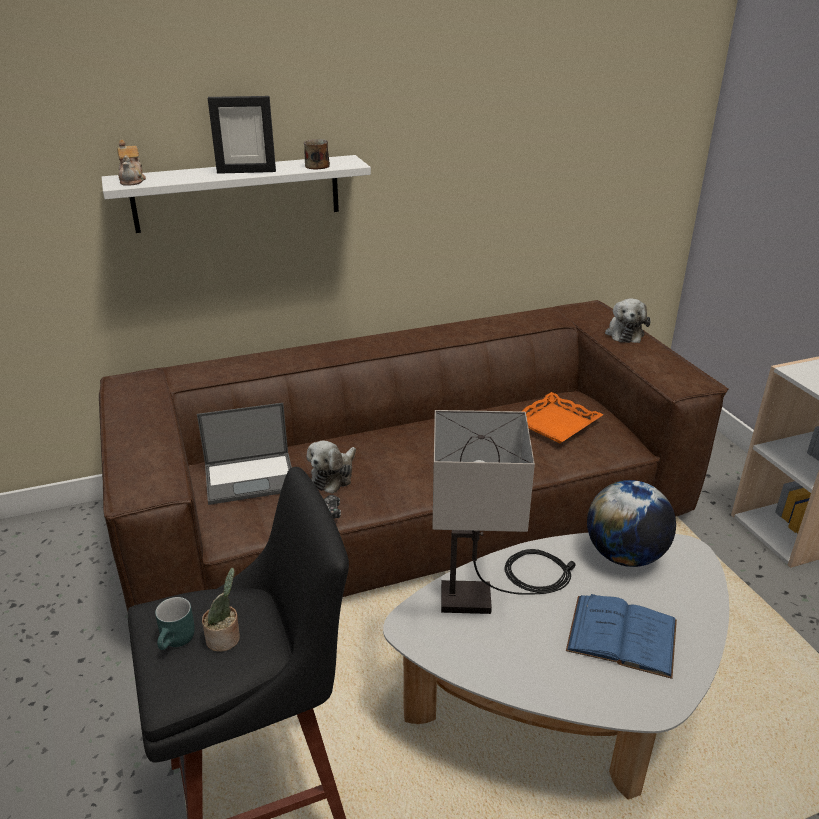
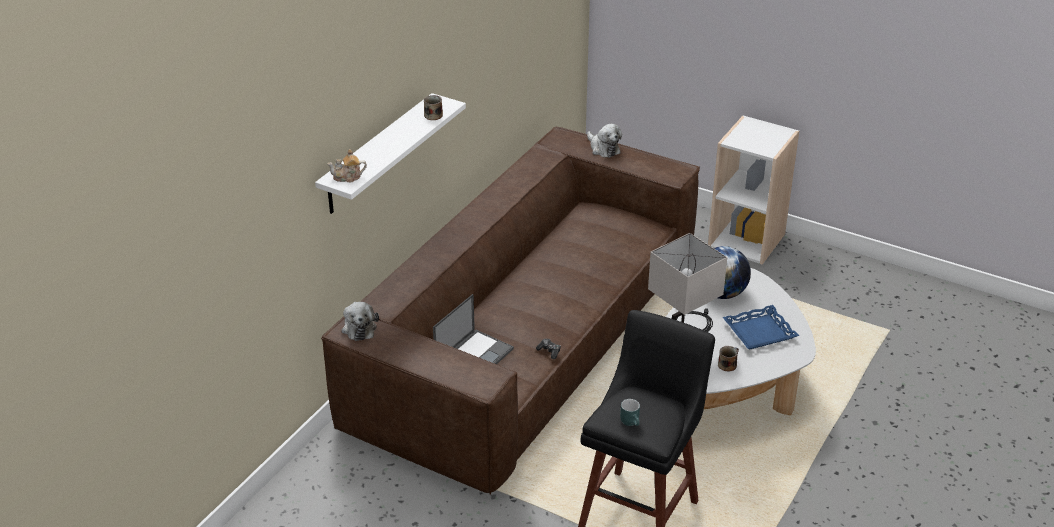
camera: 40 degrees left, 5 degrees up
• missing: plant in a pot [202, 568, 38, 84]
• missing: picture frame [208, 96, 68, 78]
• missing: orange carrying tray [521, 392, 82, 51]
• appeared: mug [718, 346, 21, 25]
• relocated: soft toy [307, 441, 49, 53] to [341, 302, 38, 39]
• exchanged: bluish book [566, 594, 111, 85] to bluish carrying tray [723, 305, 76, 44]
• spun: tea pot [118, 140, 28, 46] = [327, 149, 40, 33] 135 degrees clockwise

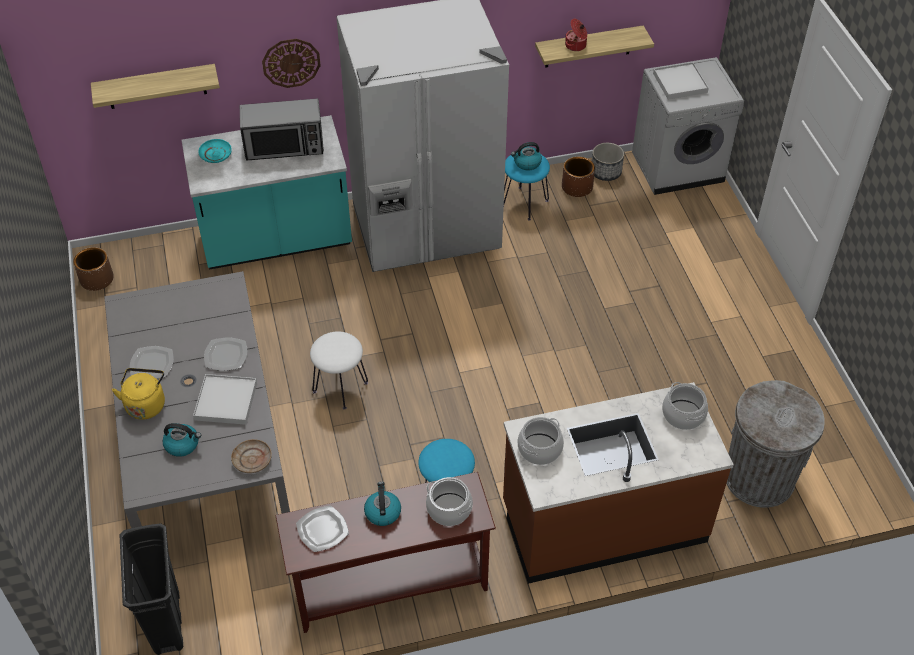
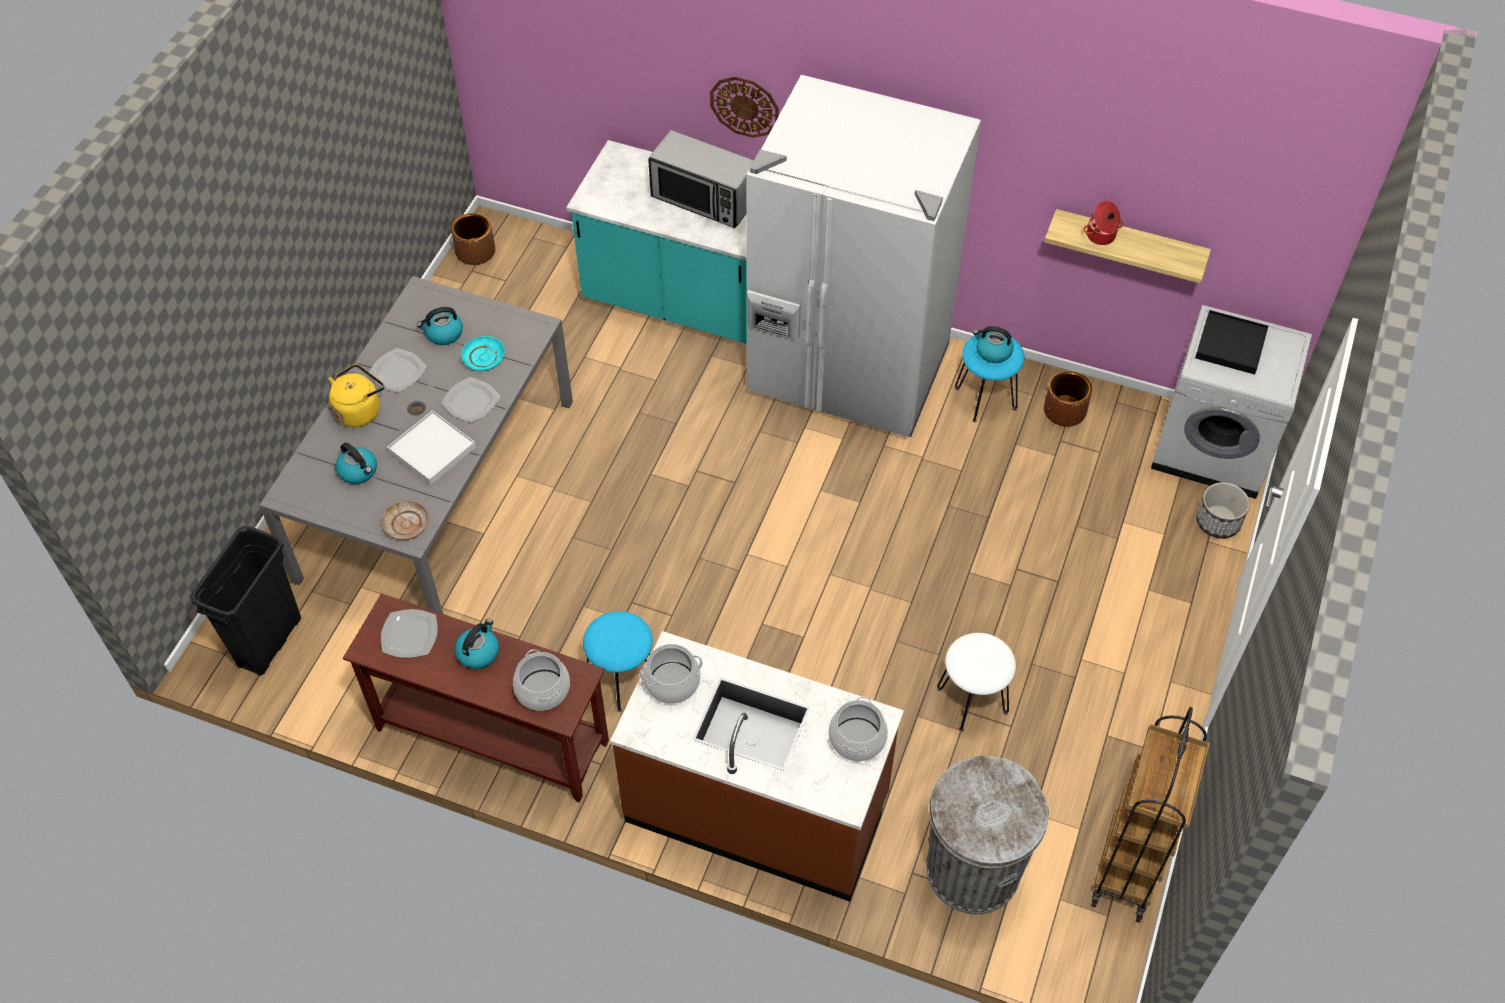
camera: 35 degrees right, 5 degrees up
• missing: wall shelf [91, 64, 129, 45]
• appeared: kettle [417, 307, 46, 38]
• appeared: brown trolley [1091, 707, 119, 216]
• relocated: blue-green dinner plate [198, 139, 34, 24] to [461, 336, 44, 35]
• relocated: white-coloured stool [310, 332, 58, 78] to [937, 633, 79, 99]
• relocated: planter [592, 143, 32, 38] to [1196, 482, 54, 57]
• colour: white-coloured carrying tray [653, 62, 56, 38] to black carrying tray [1195, 310, 73, 65]

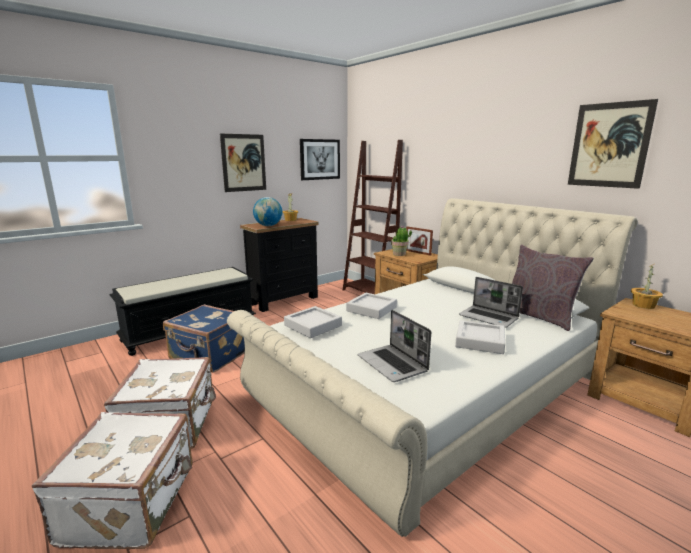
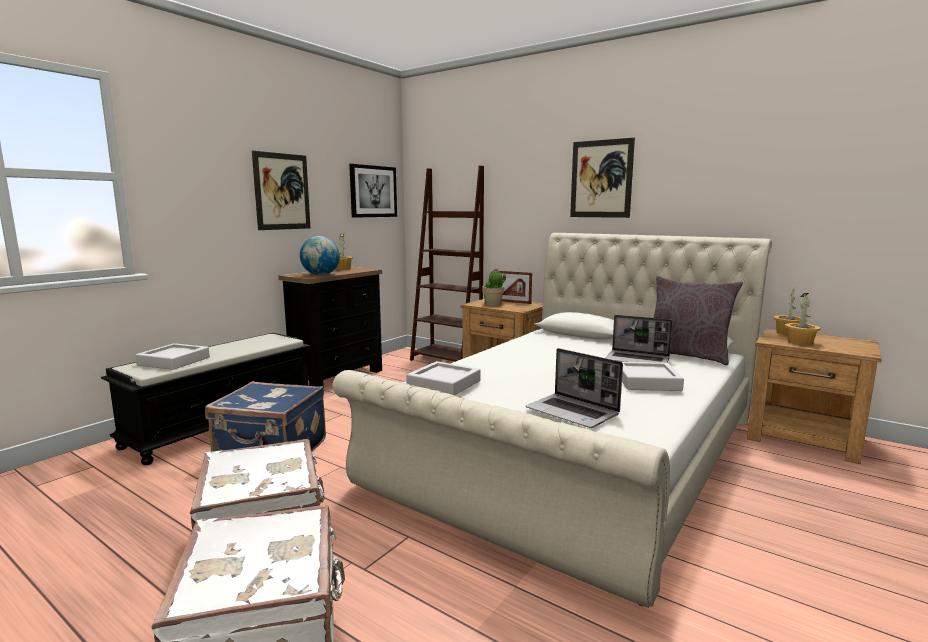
camera: 15 degrees left, 5 degrees down
• appeared: plant in a pot [785, 293, 36, 52]
• relocated: grey carrying tray [346, 293, 51, 26] to [136, 343, 74, 27]
• relocated: wall picture [568, 99, 90, 90] to [570, 138, 65, 80]

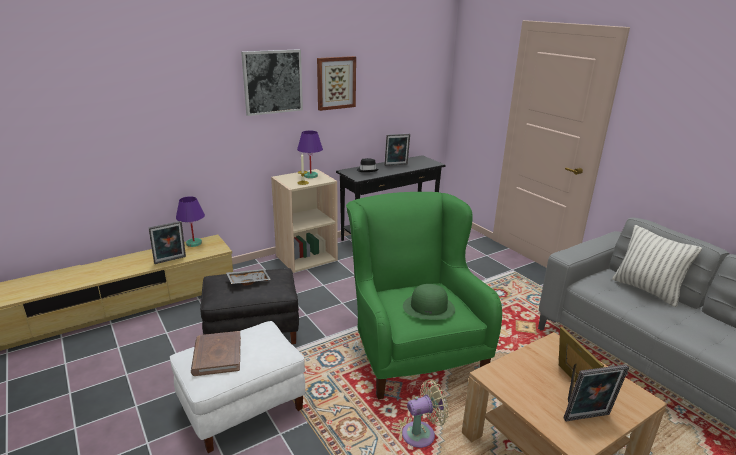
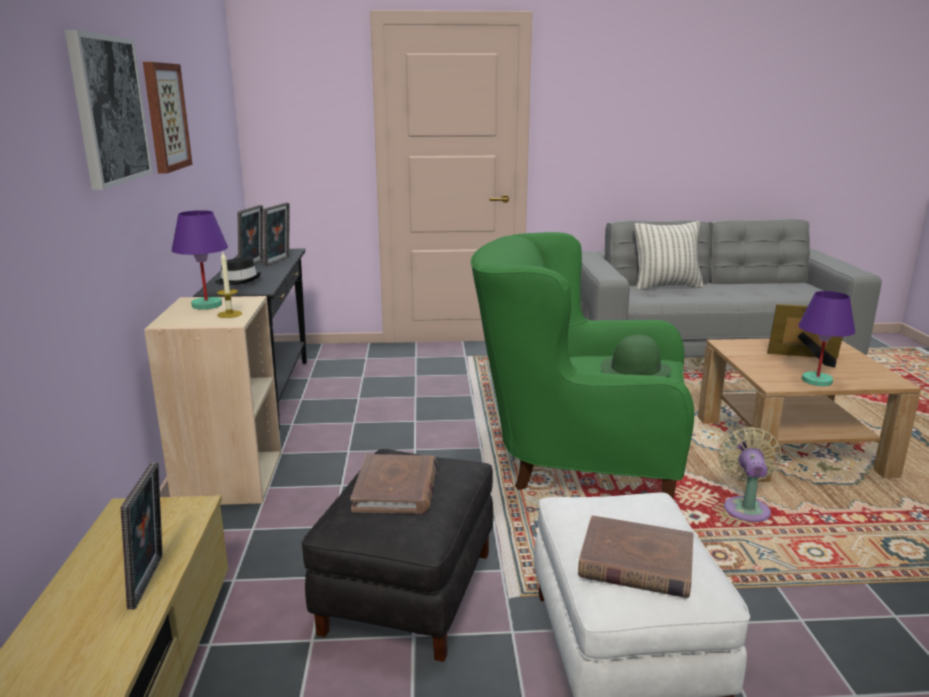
camera: 60 degrees left, 5 degrees down
• relocated: purplish lamp for a table [176, 196, 29, 51] to [798, 291, 57, 95]
• relocated: picture frame [564, 365, 65, 56] to [263, 203, 27, 63]
• exchanged: grey carrying tray [226, 269, 45, 16] to brown book [350, 454, 87, 60]

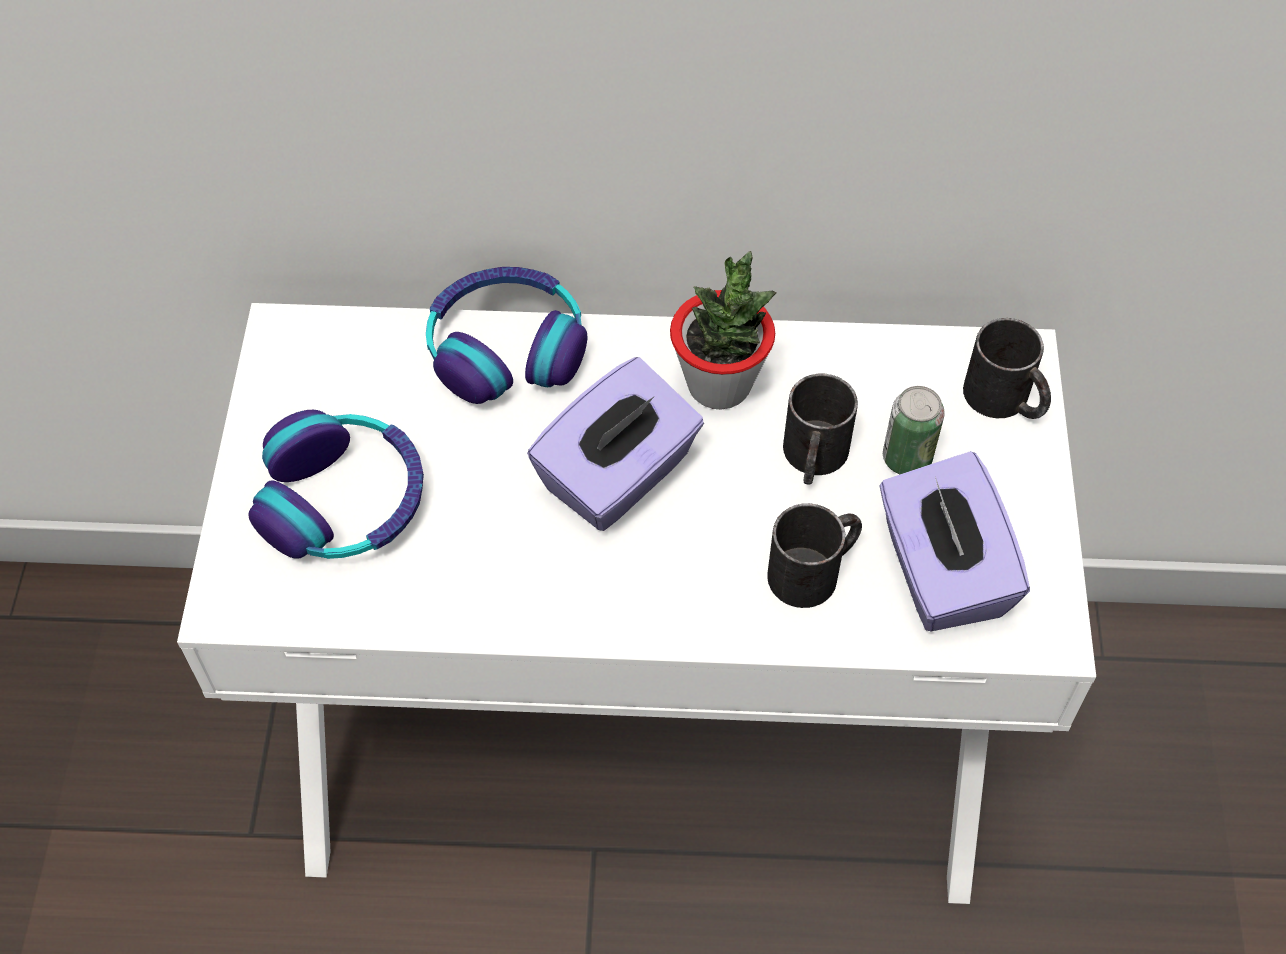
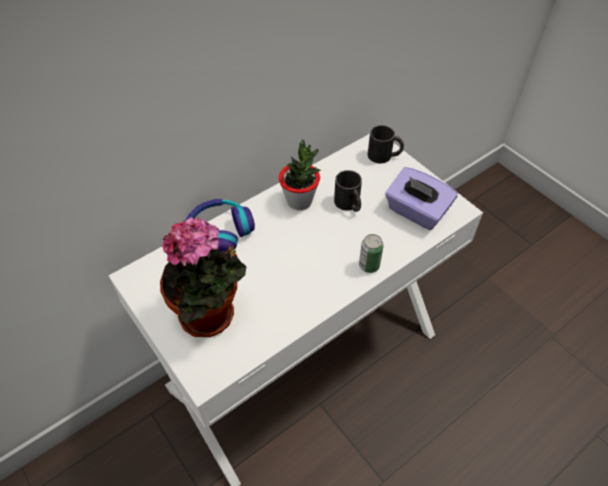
camera: 40 degrees left, 5 degrees down
• missing: purplish tissue box [527, 357, 177, 174]
• missing: black mug [767, 503, 95, 105]
• relocated: sealed can [883, 386, 62, 88] to [359, 234, 25, 39]
• exchanged: headset [248, 410, 176, 149] to plant in a pot [160, 217, 86, 120]

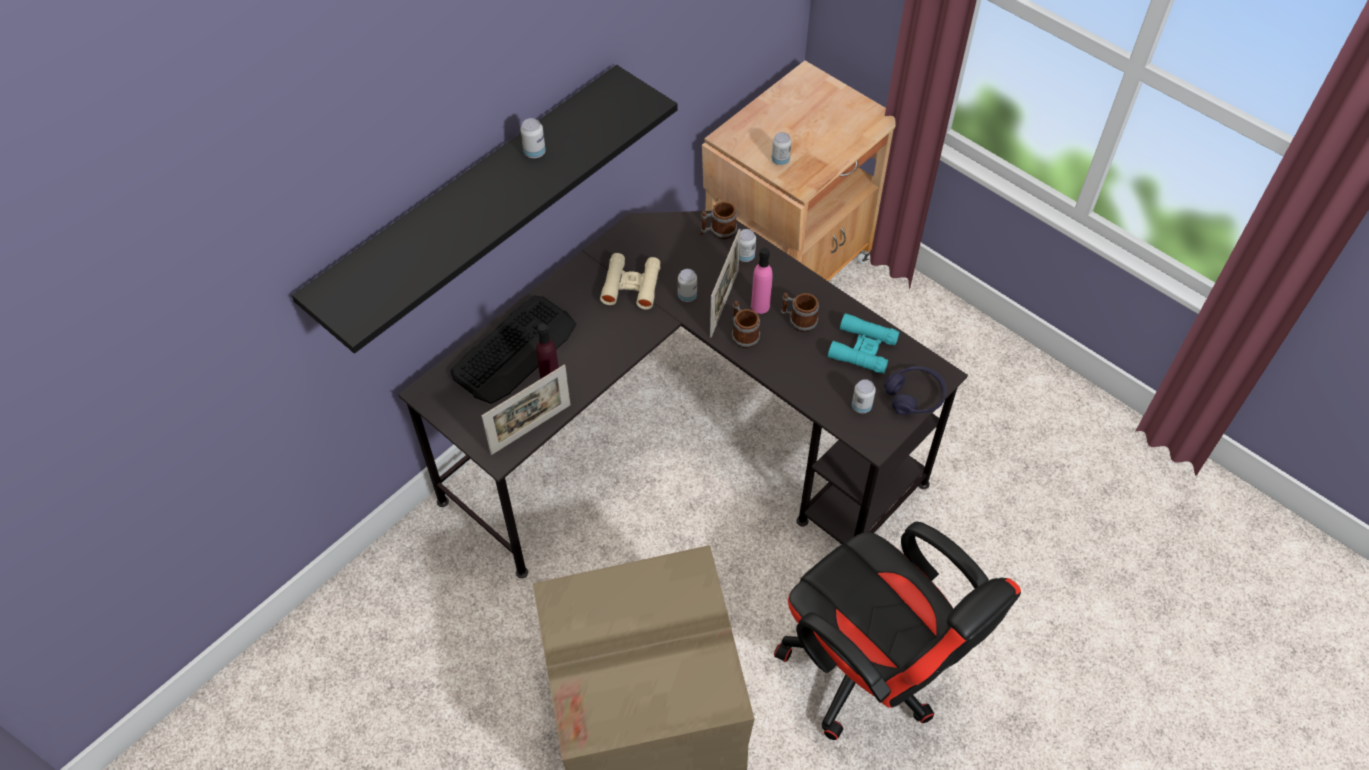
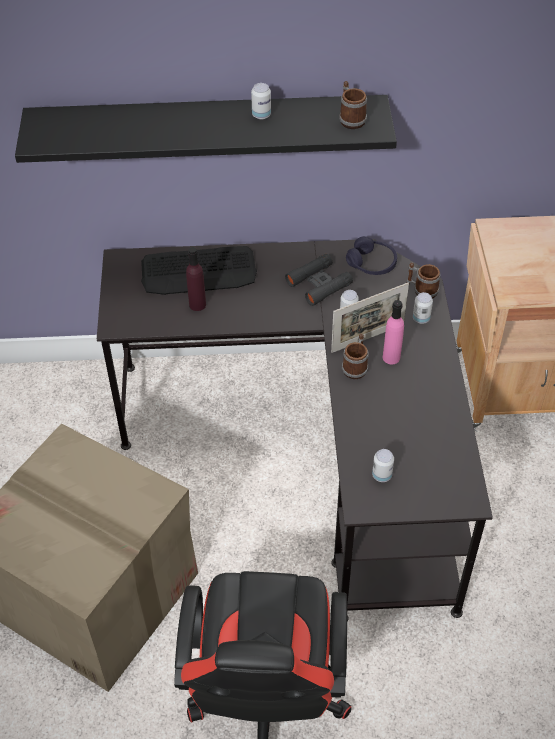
camera: 45 degrees right, 5 degrees down
• missing: picture frame [482, 365, 89, 90]
• missing: sealed can [772, 132, 19, 33]
• missing: blue-green binoculars [828, 313, 72, 61]
• relocated: mug [780, 293, 39, 39] to [339, 81, 28, 48]
• relocated: purplish headset [884, 366, 63, 49] to [346, 236, 51, 39]
• colour: beige binoculars [600, 253, 61, 57] to black binoculars [285, 254, 68, 52]

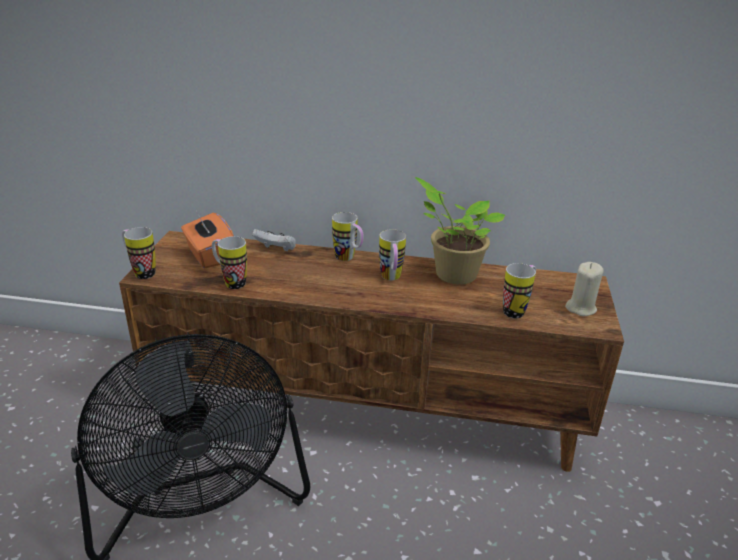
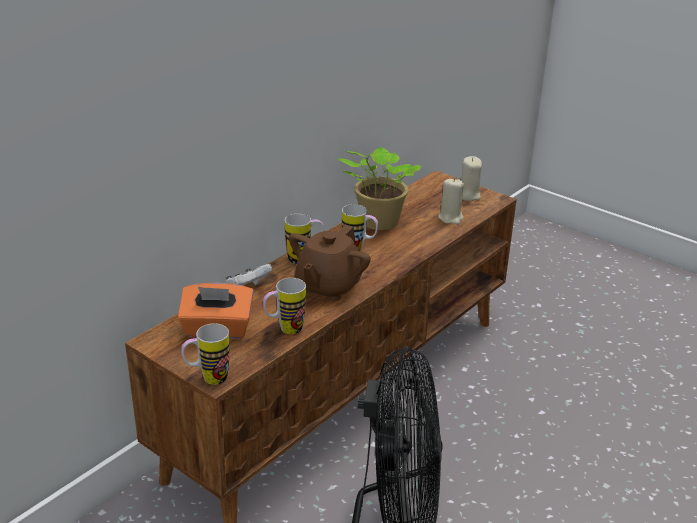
camera: 60 degrees left, 0 degrees up
• appeared: brown tea pot [289, 225, 82, 76]
• exchanged: mug [503, 263, 33, 55] to beige wax light [438, 178, 26, 46]

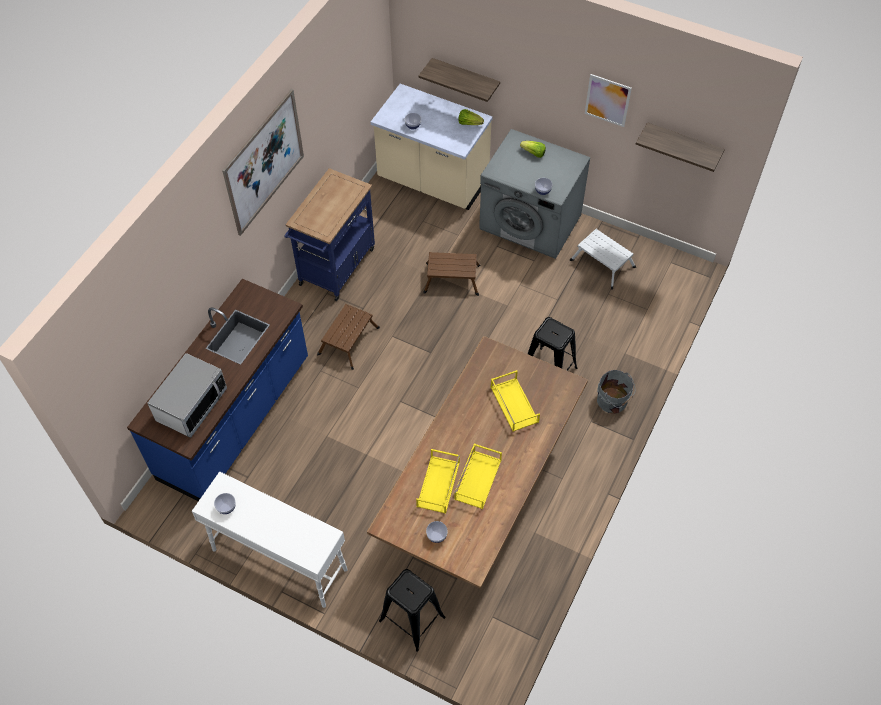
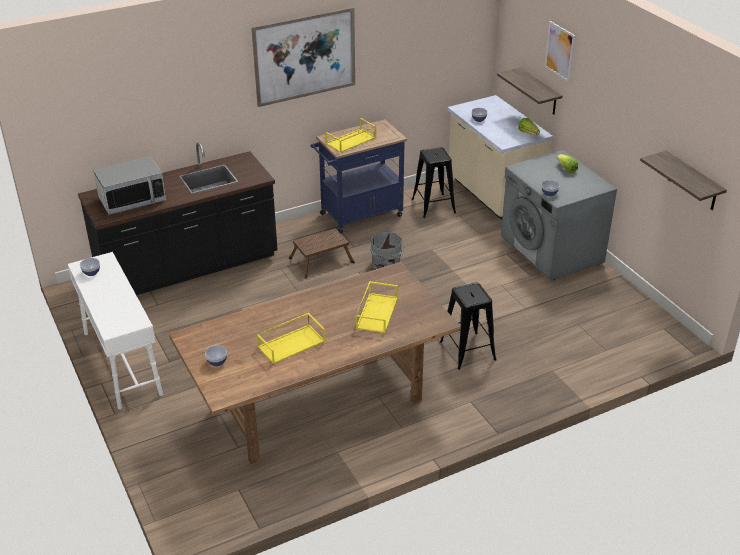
camera: 35 degrees right, 20 degrees down
• missing: brown step ladder [423, 252, 57, 44]
• missing: white-coloured step ladder [570, 229, 66, 61]
• relocated: black stool [379, 569, 66, 82] to [412, 147, 44, 71]
• relocated: yellowish carrying tray [416, 449, 44, 65] to [325, 118, 51, 35]
• relocated: wall picture [585, 74, 47, 53] to [544, 21, 31, 61]
• relocated: grey bucket [597, 370, 39, 44] to [370, 232, 34, 38]
• colour: bluish counter [127, 279, 181, 222] to black counter [78, 142, 199, 153]

